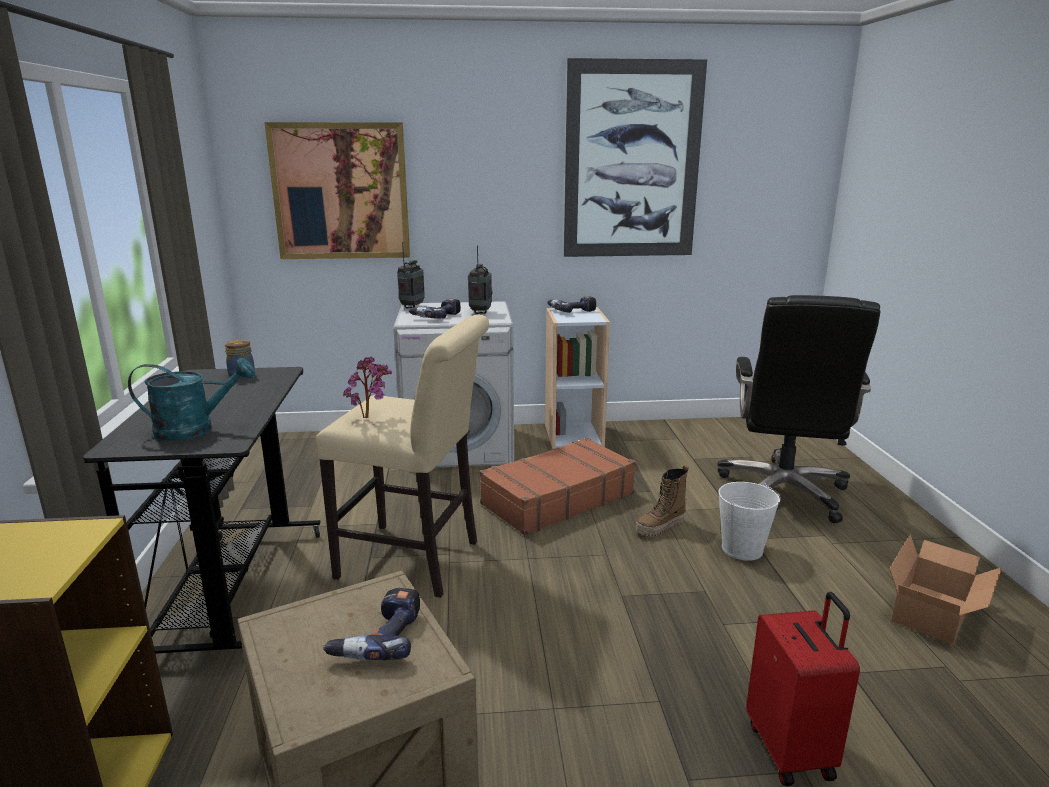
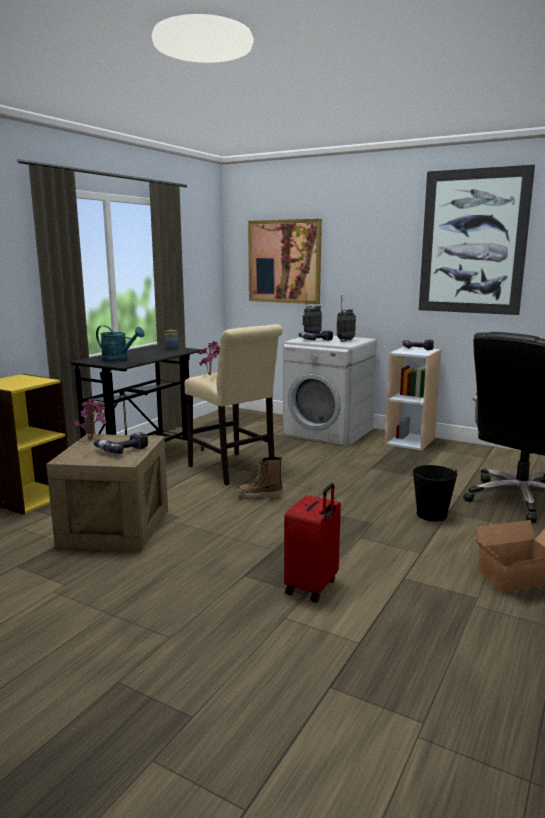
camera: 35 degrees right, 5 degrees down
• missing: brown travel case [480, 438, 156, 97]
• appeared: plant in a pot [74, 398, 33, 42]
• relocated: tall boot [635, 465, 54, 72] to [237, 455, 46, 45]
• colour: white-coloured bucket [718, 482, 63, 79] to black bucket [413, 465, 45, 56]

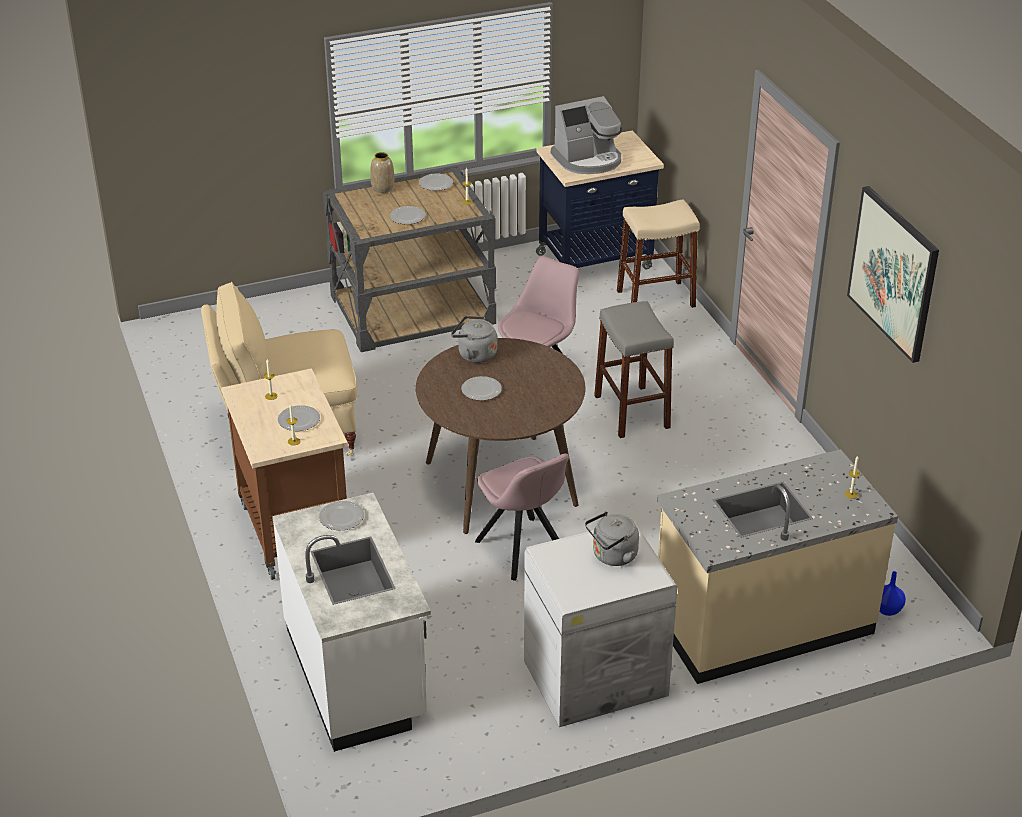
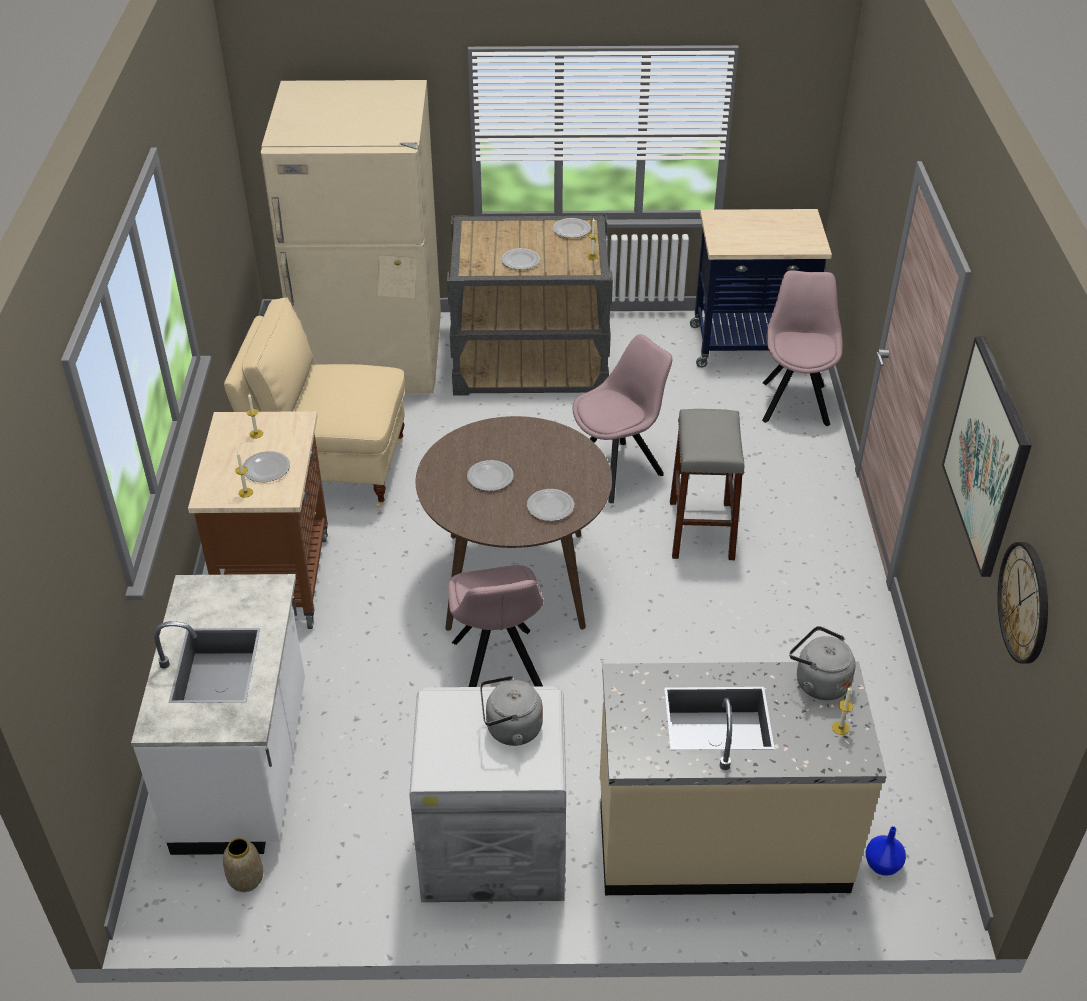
camera: 20 degrees right, 5 degrees up
• missing: coffee machine [551, 96, 71, 78]
• appeared: beige kitchen fridge [261, 80, 180, 314]
• appeared: wall clock [998, 542, 50, 122]
• relocated: dinner plate [319, 501, 45, 29] to [527, 489, 47, 32]
• relocated: vase [370, 152, 25, 41] to [223, 838, 40, 54]
• relocated: grey kettle [451, 316, 46, 47] to [789, 626, 67, 74]
• exchanged: beige stool [617, 199, 83, 109] to pink-coloured upright chair [762, 270, 81, 156]

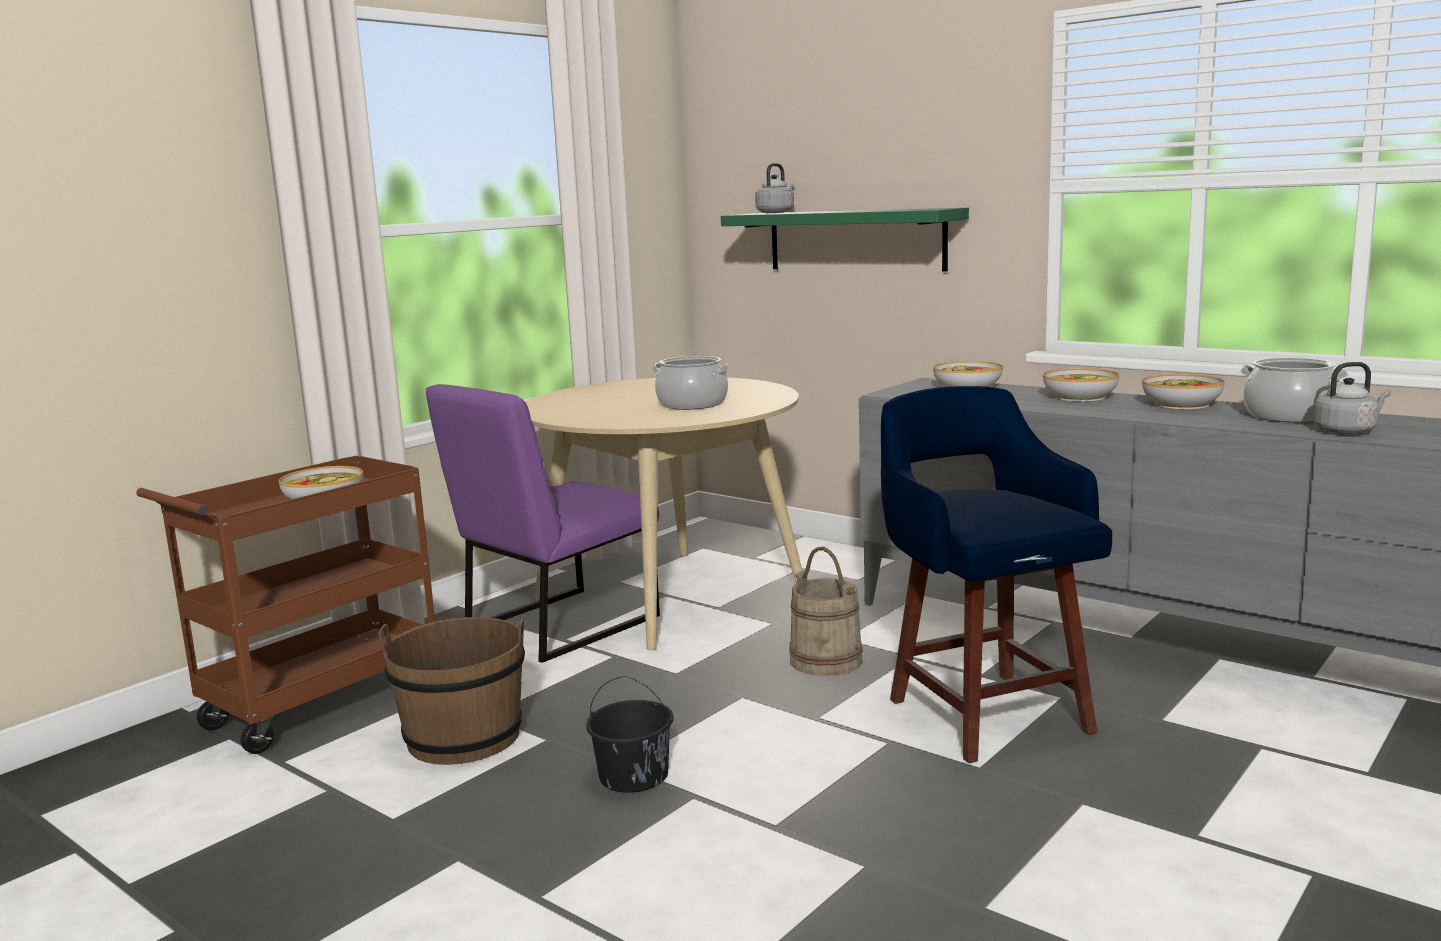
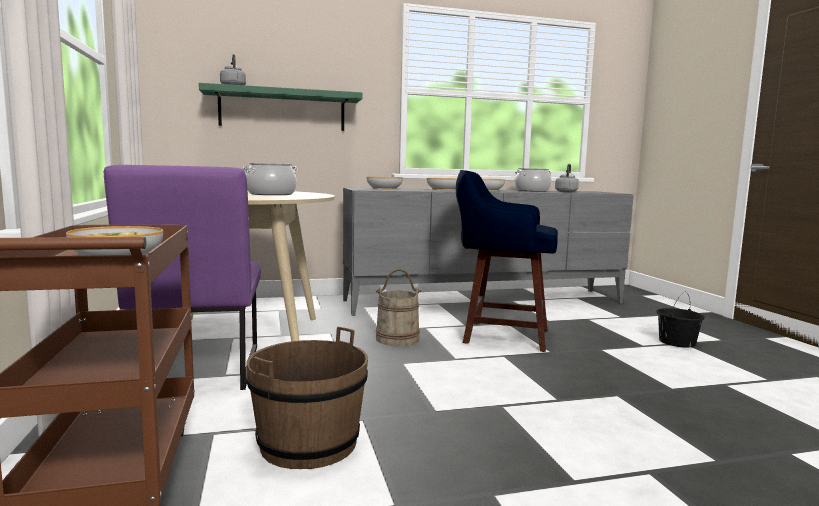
camera: 55 degrees left, 5 degrees down
• relocated: black bucket [586, 676, 88, 117] to [656, 291, 49, 56]

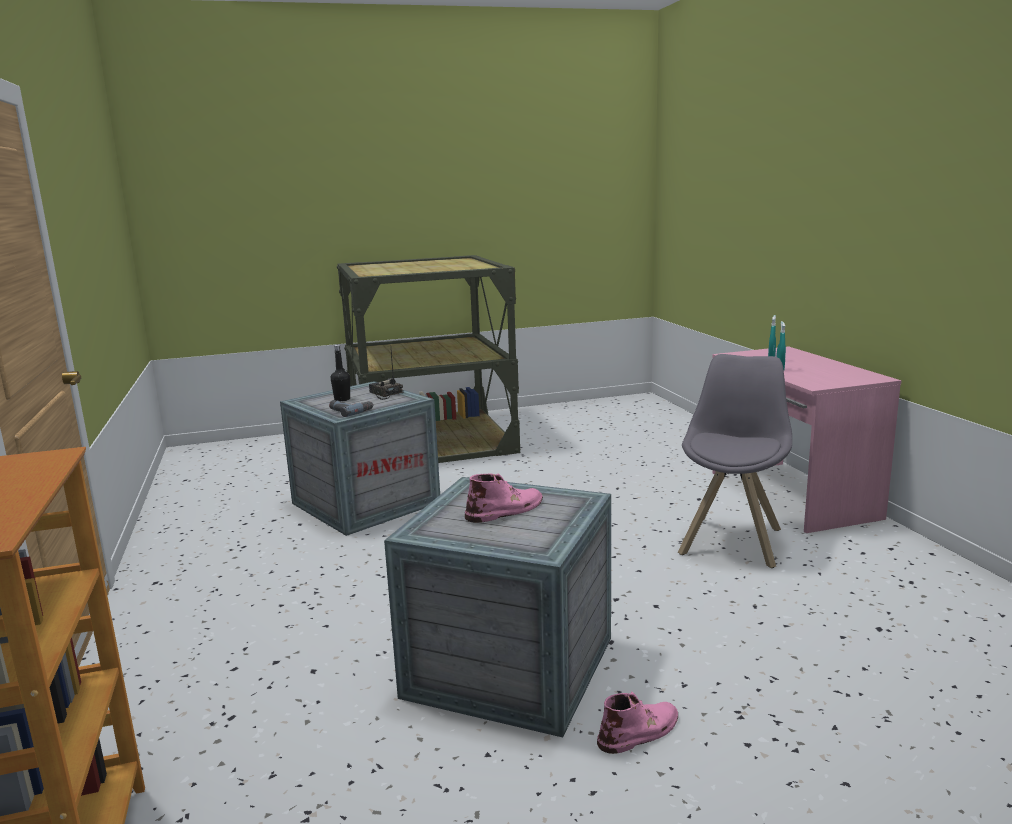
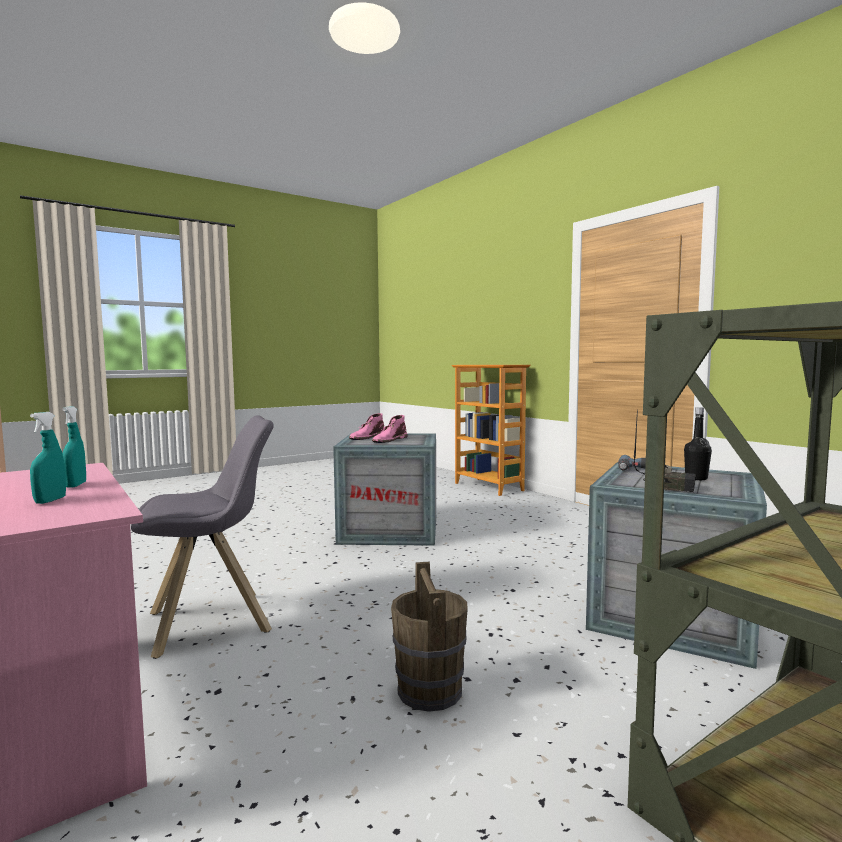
camera: 160 degrees right, 10 degrees down
• appeared: brown bucket [391, 561, 77, 151]
• relocated: pink-coloured tall boot [597, 692, 81, 62] to [349, 413, 35, 27]
• spun: grey upright chair [678, 354, 114, 214] = [131, 415, 143, 244] 120 degrees counterclockwise

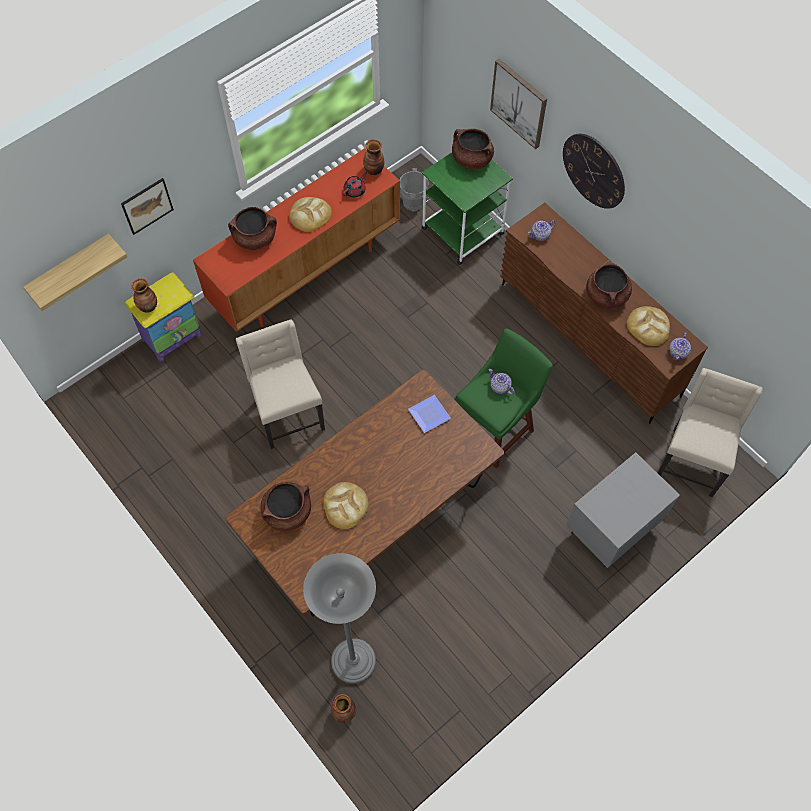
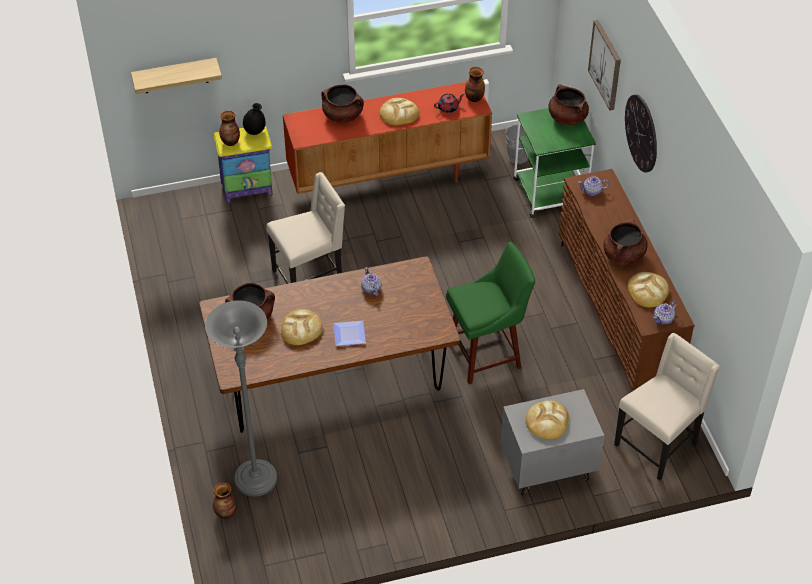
camera: 25 degrees right, 15 degrees down
• missing: wall picture [121, 178, 53, 57]
• appeared: black vase [243, 103, 23, 32]
• appeared: bread [526, 400, 43, 39]
• relocated: dinner plate [408, 395, 43, 38] to [333, 321, 33, 25]
• relocated: tea pot [489, 369, 26, 26] to [361, 267, 21, 29]
• spun: beige upright chair [236, 319, 89, 130] = [266, 172, 79, 112] 60 degrees clockwise

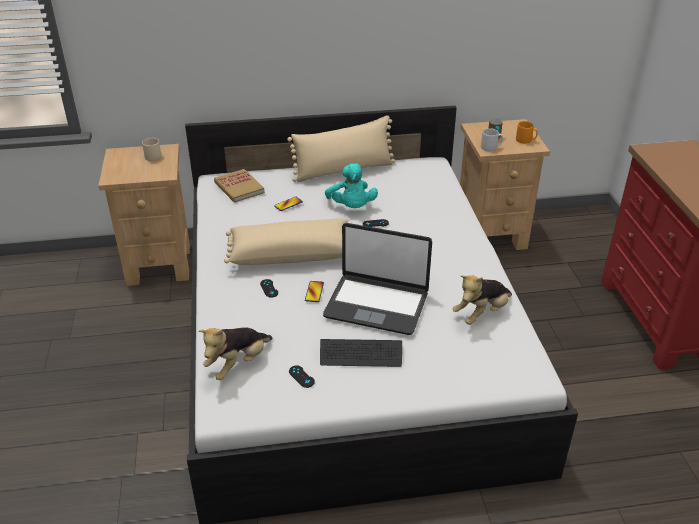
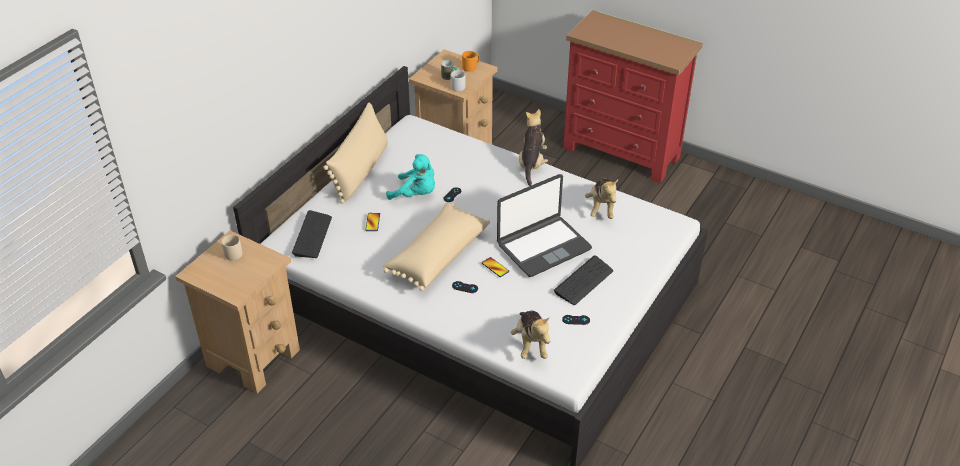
camera: 50 degrees left, 5 degrees up
• appeared: soft toy [519, 109, 29, 77]
• exchanged: book [214, 169, 51, 34] to PC keyboard [292, 210, 40, 48]

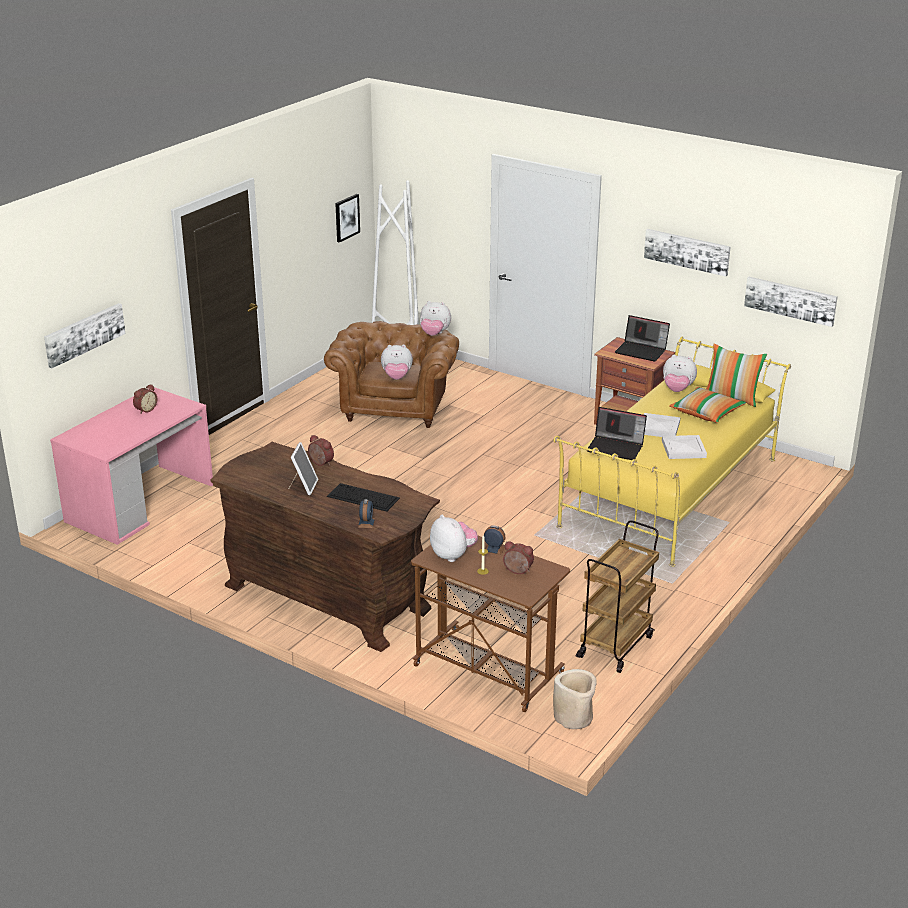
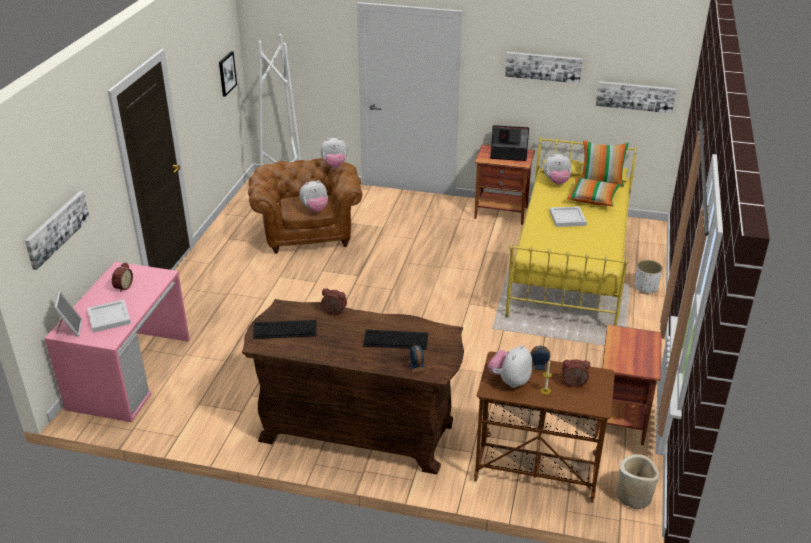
camera: 20 degrees left, 5 degrees up
• missing: notebook computer [587, 407, 60, 53]
• appeared: PC keyboard [253, 320, 64, 19]
• appeared: white-coloured planter [635, 260, 28, 34]
• relocated: picture frame [289, 442, 29, 53] to [54, 291, 28, 46]
• relocated: white-coloured carrying tray [662, 435, 45, 24] to [87, 300, 44, 33]
• exchanged: brown trolley [576, 520, 83, 153] to night table [596, 325, 66, 120]
• spun: soft toy [430, 515, 48, 47] = [488, 345, 44, 43] 90 degrees counterclockwise

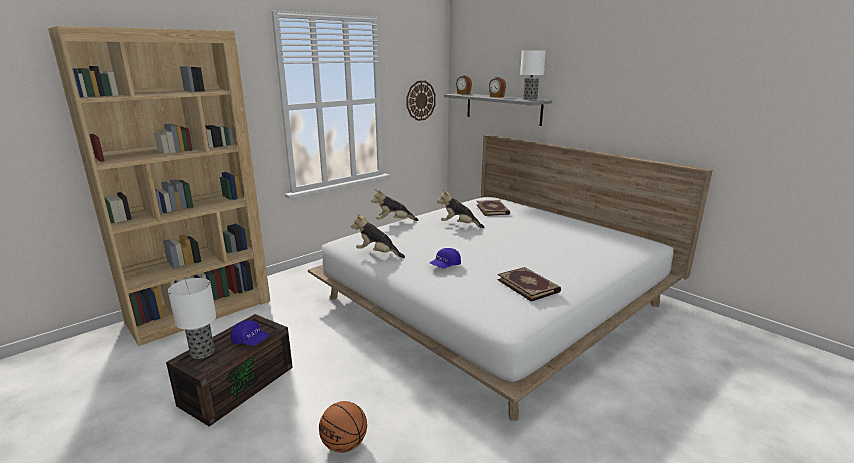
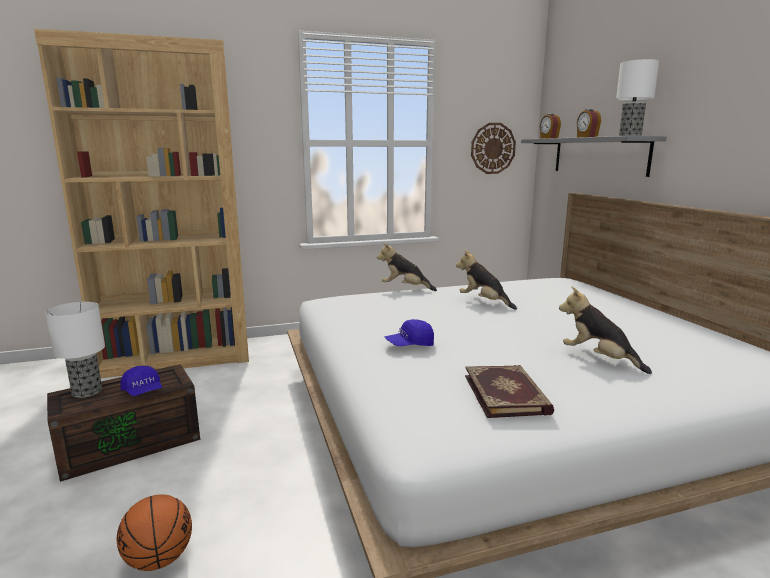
camera: 25 degrees right, 5 degrees down
• missing: book [477, 200, 33, 16]
• relocated: soft toy [351, 213, 54, 45] to [559, 287, 93, 87]

